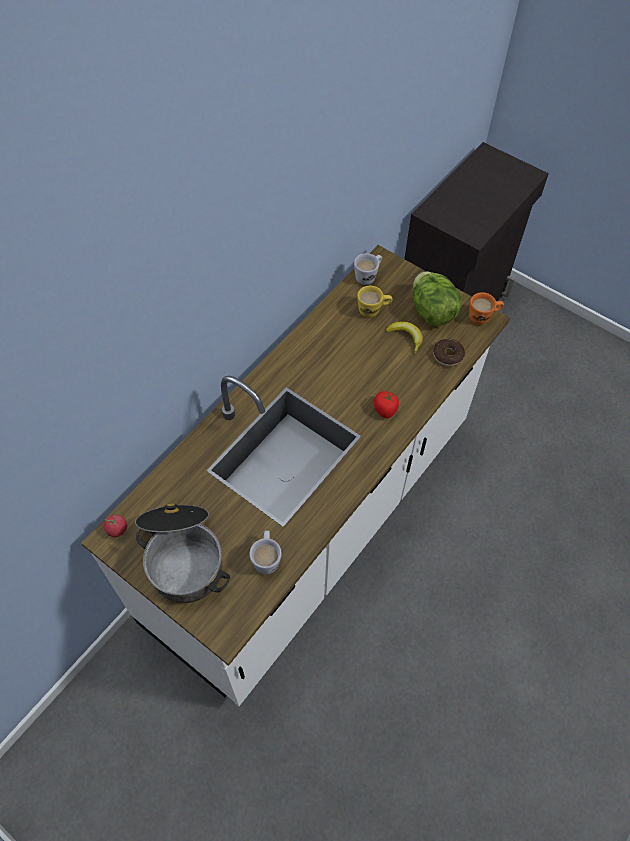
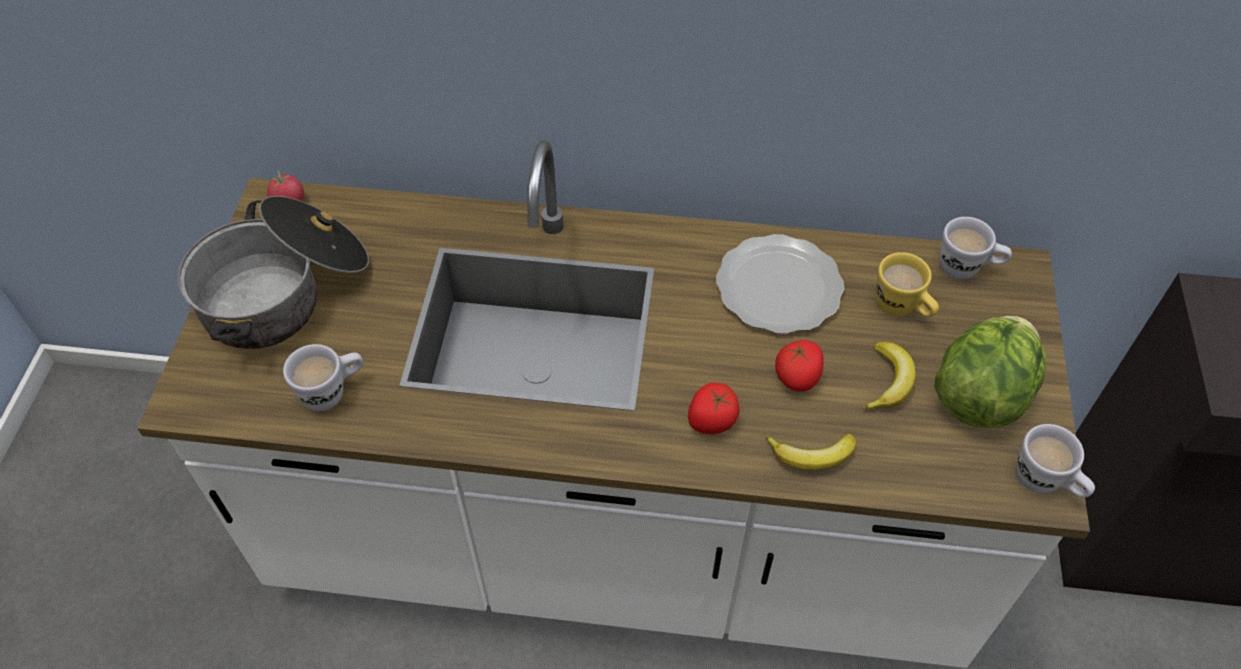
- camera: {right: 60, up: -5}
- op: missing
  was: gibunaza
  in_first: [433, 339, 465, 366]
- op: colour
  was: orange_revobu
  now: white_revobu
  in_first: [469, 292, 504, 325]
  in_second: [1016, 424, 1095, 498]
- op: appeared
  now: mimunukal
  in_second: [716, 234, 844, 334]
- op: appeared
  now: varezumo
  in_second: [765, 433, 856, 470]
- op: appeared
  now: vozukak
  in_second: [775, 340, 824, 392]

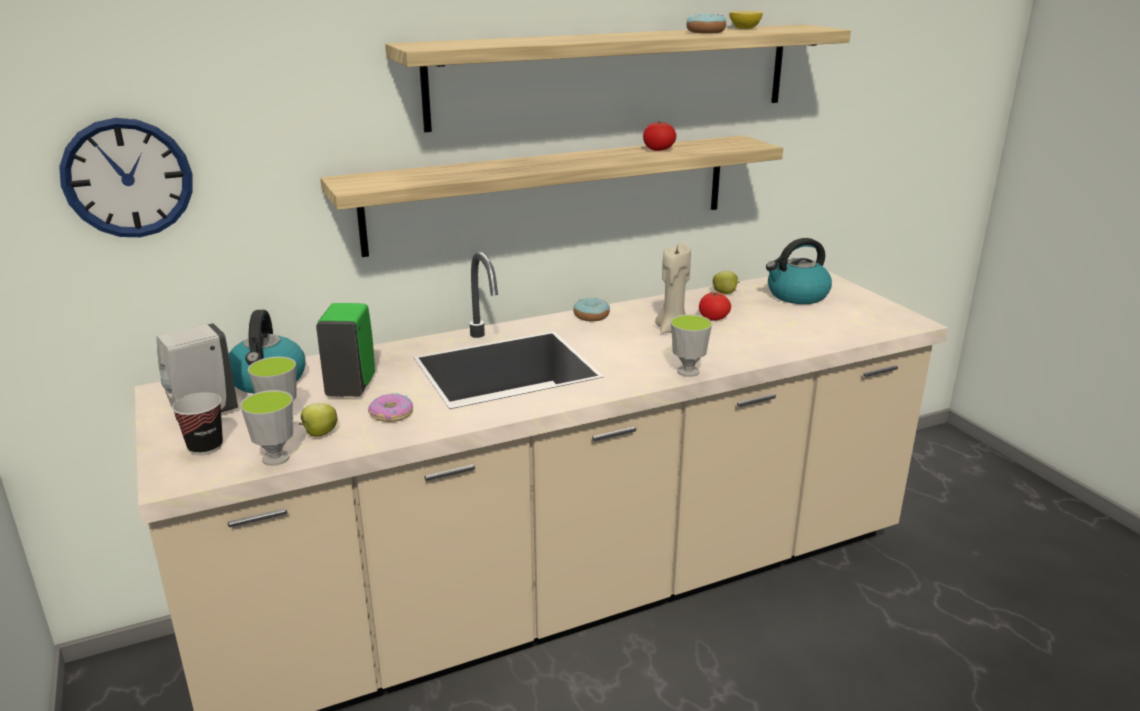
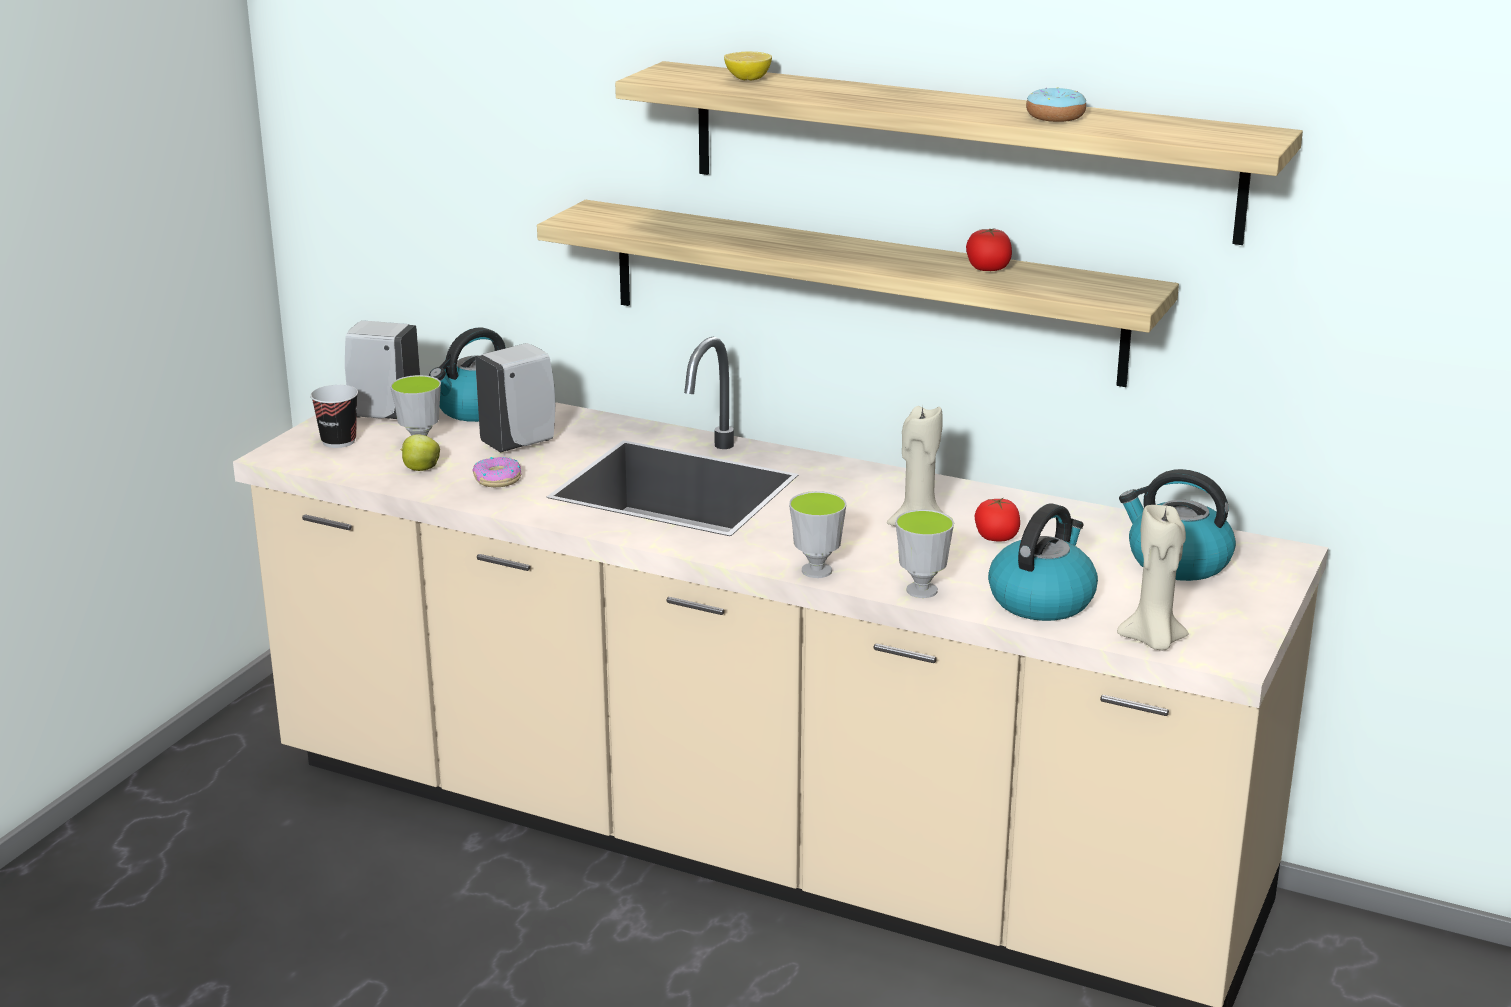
- camera: {right: 50, up: 0}
- op: missing
  was: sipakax
  in_first: [59, 118, 193, 237]
- op: relocated
  was: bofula
  in_first: [240, 390, 293, 466]
  in_second: [895, 510, 954, 598]
- op: colour
  was: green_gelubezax
  now: white_gelubezax
  in_first: [316, 303, 375, 397]
  in_second: [475, 343, 555, 452]
- op: missing
  was: gibunaza
  in_first: [573, 297, 610, 321]
- op: missing
  was: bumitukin
  in_first: [713, 271, 740, 294]
- op: relocated
  was: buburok
  in_first: [729, 11, 763, 29]
  in_second: [724, 51, 772, 80]
- op: appeared
  now: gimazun
  in_second: [988, 503, 1098, 621]
- op: appeared
  now: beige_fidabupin
  in_second: [1117, 505, 1189, 650]

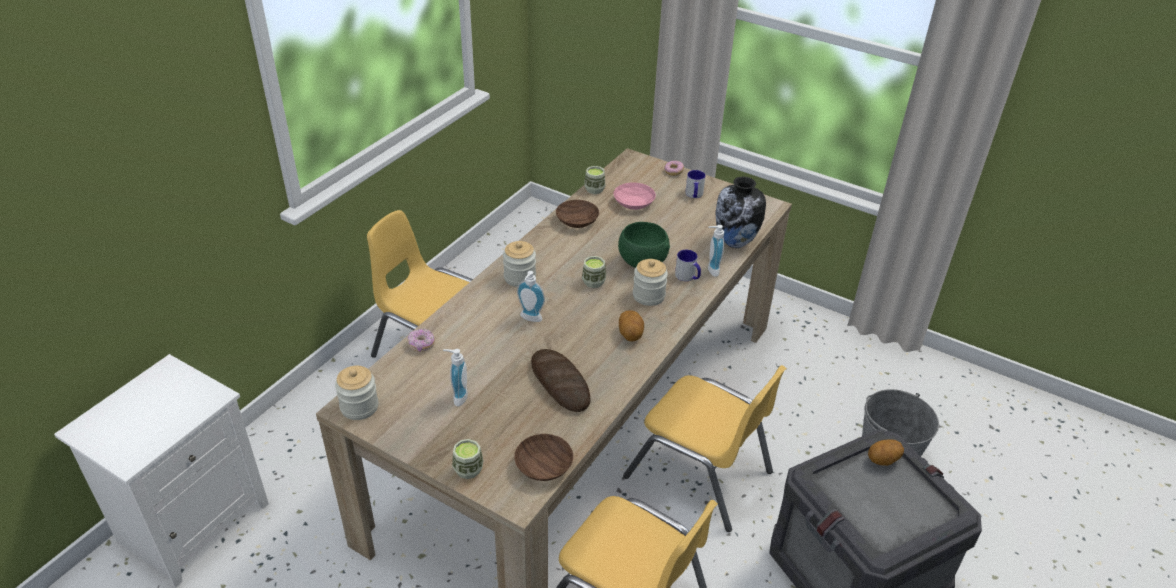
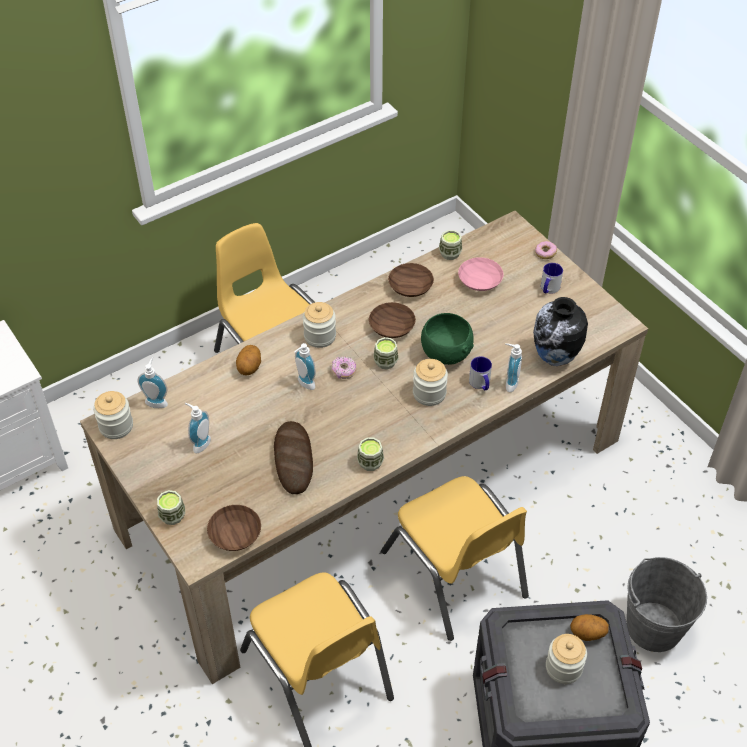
- camera: {right: 25, up: 10}
- op: relocated
  was: gibunaza
  in_first: [408, 329, 435, 352]
  in_second: [332, 356, 356, 379]
- op: relocated
  was: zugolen
  in_first: [619, 311, 644, 342]
  in_second: [236, 345, 261, 376]
- op: appeared
  now: gelubezax
  in_second: [138, 357, 168, 408]
- op: appeared
  now: bofula
  in_second: [357, 437, 384, 471]
- op: appeared
  now: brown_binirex
  in_second: [369, 302, 416, 338]
- op: appeared
  now: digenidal
  in_second: [546, 634, 587, 684]

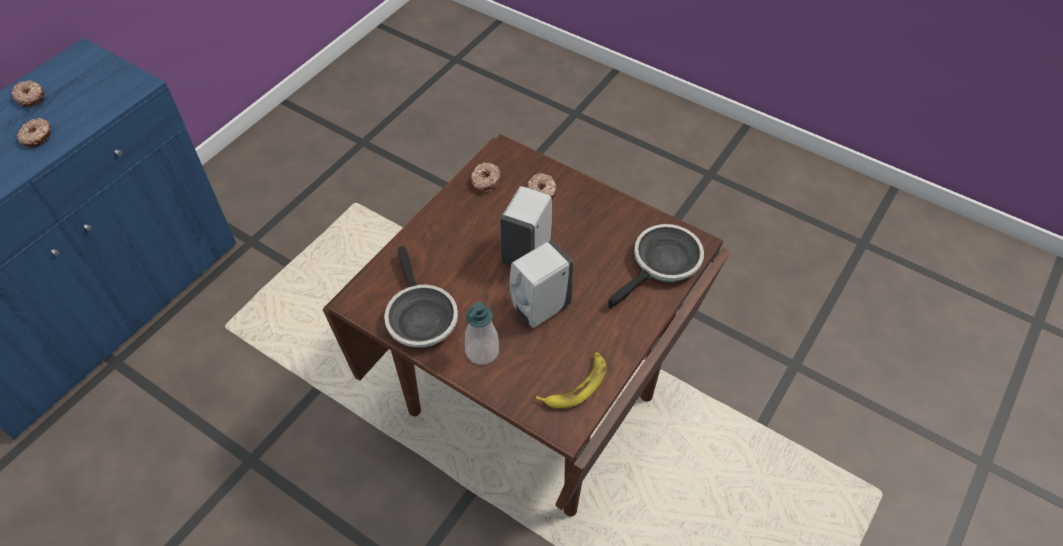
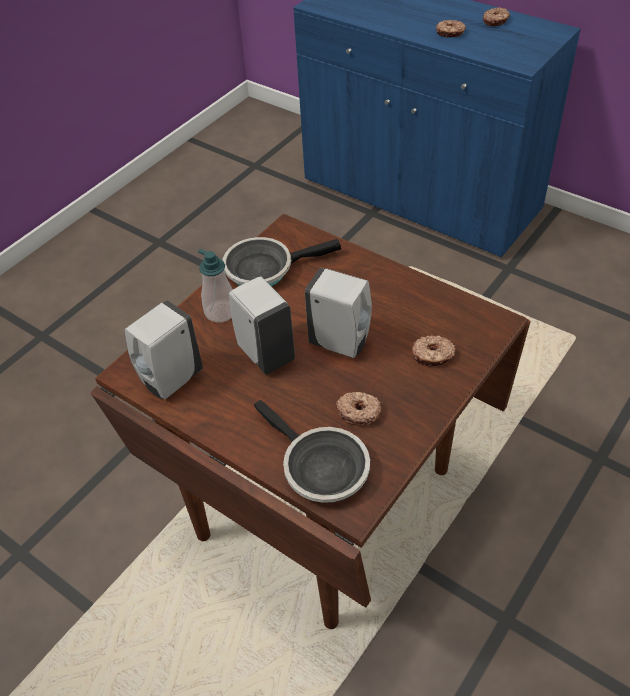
- camera: {right: 95, up: -5}
- op: relocated
  was: gibunaza
  in_first: [471, 162, 501, 193]
  in_second: [336, 392, 381, 426]
- op: exchanged
  was: varezumo
  now: white_gelubezax
  in_first: [536, 352, 606, 408]
  in_second: [124, 300, 203, 399]

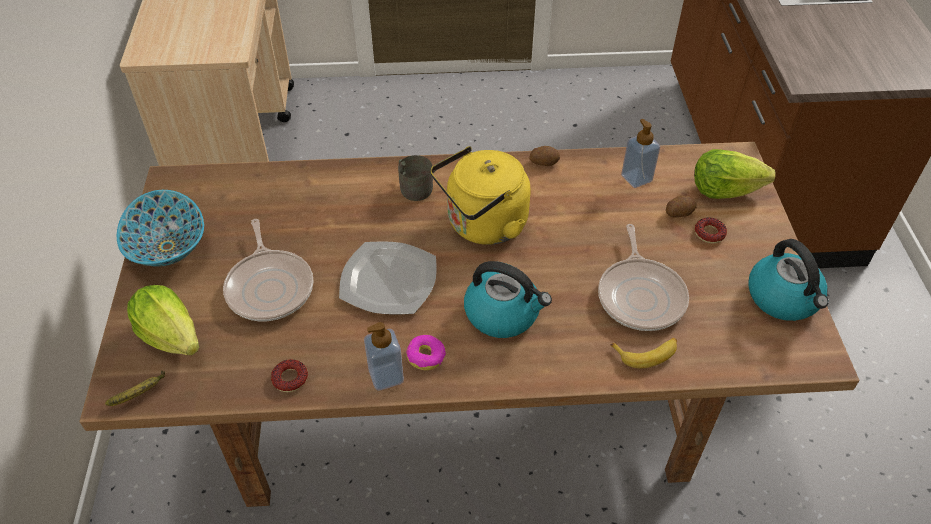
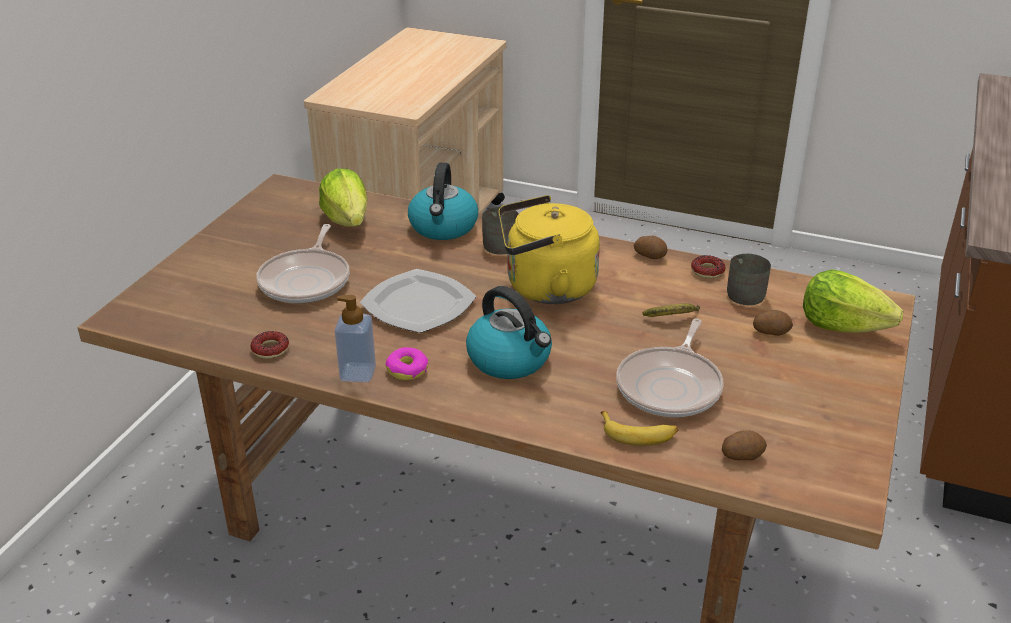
- camera: {right: 25, up: -15}
- op: relocated
  was: varezumo
  in_first: [105, 371, 165, 406]
  in_second: [643, 303, 700, 317]
- op: missing
  was: binirex
  in_first: [117, 190, 204, 267]
- op: relocated
  was: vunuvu
  in_first: [127, 285, 199, 355]
  in_second: [319, 169, 367, 227]
- op: exchanged
  was: gelubezax
  now: grey_revobu
  in_first: [621, 119, 660, 188]
  in_second: [727, 254, 771, 305]
- op: relocated
  was: gibunaza
  in_first: [695, 217, 727, 244]
  in_second: [691, 255, 726, 279]
- op: relocated
  was: gimazun
  in_first: [748, 239, 829, 321]
  in_second: [408, 163, 478, 240]
- op: appeared
  now: zugolen
  in_second: [722, 430, 767, 460]

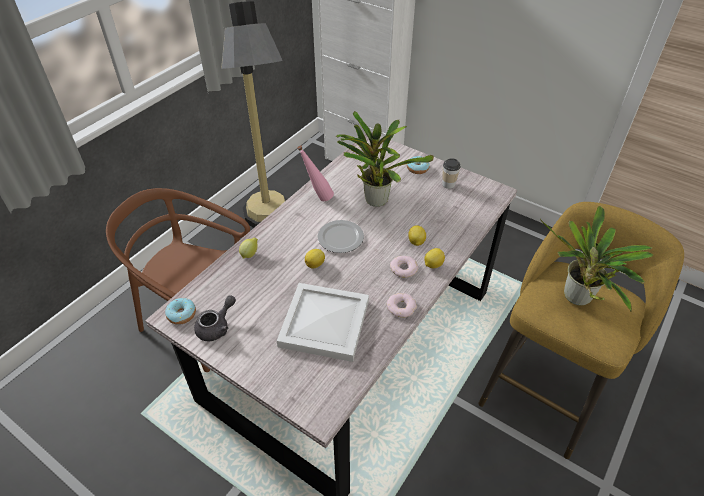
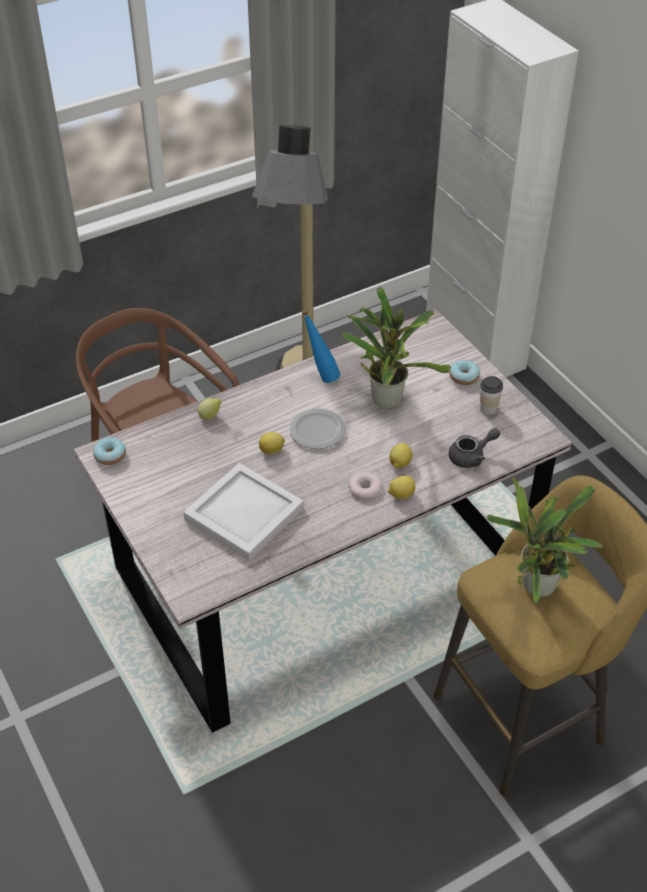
- camera: {right: 25, up: 0}
- op: relocated
  was: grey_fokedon
  in_first: [194, 295, 236, 341]
  in_second: [449, 428, 500, 468]
- op: colour
  was: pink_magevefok
  now: blue_magevefok
  in_first: [297, 145, 334, 201]
  in_second: [302, 309, 340, 383]
- op: missing
  was: gibunaza
  in_first: [387, 293, 417, 318]

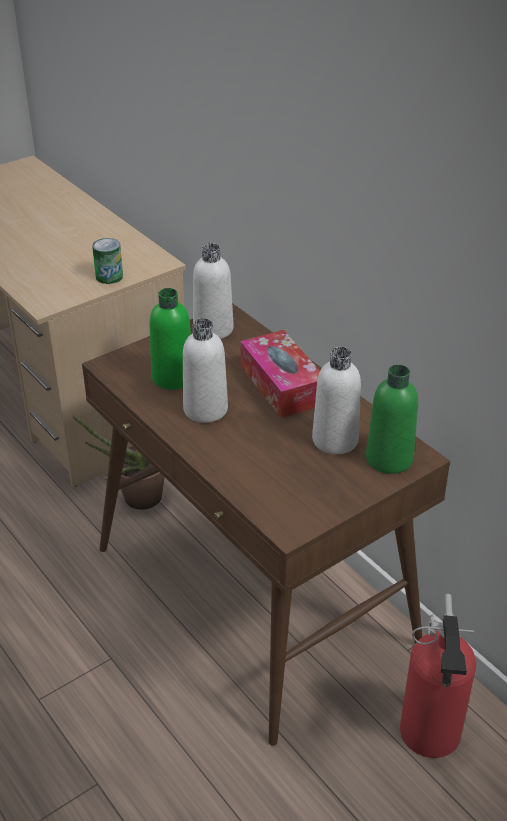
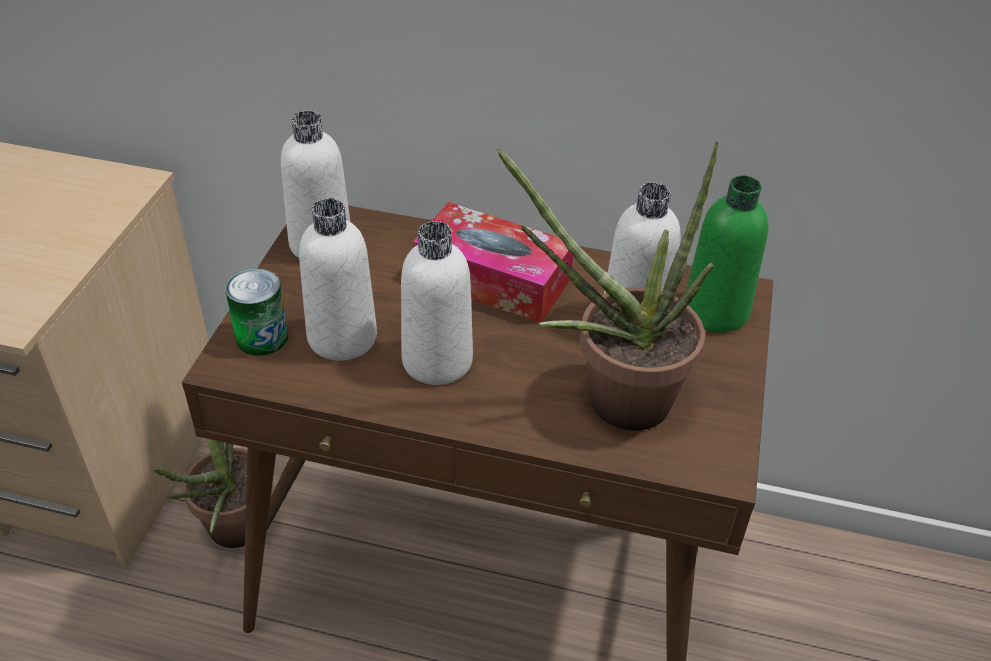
- camera: {right: -40, up: 5}
- op: relocated
  was: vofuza
  in_first: [92, 238, 123, 284]
  in_second: [225, 268, 288, 356]
- op: colour
  was: green_magevefok
  now: white_magevefok
  in_first: [150, 288, 191, 390]
  in_second: [299, 198, 377, 361]
- op: missing
  was: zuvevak
  in_first: [400, 594, 476, 758]
- op: appeared
  now: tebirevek
  in_second: [496, 141, 718, 431]

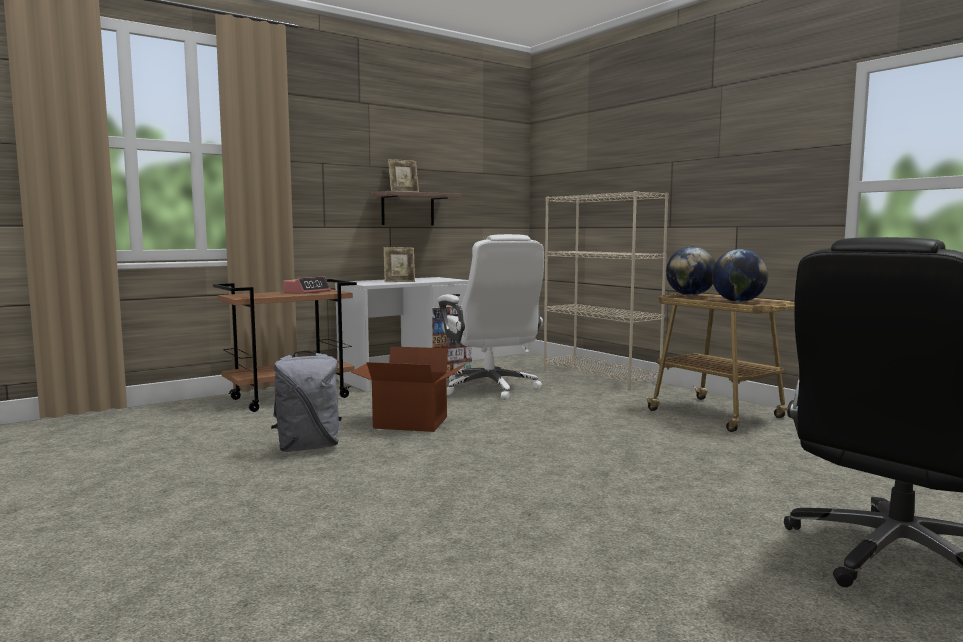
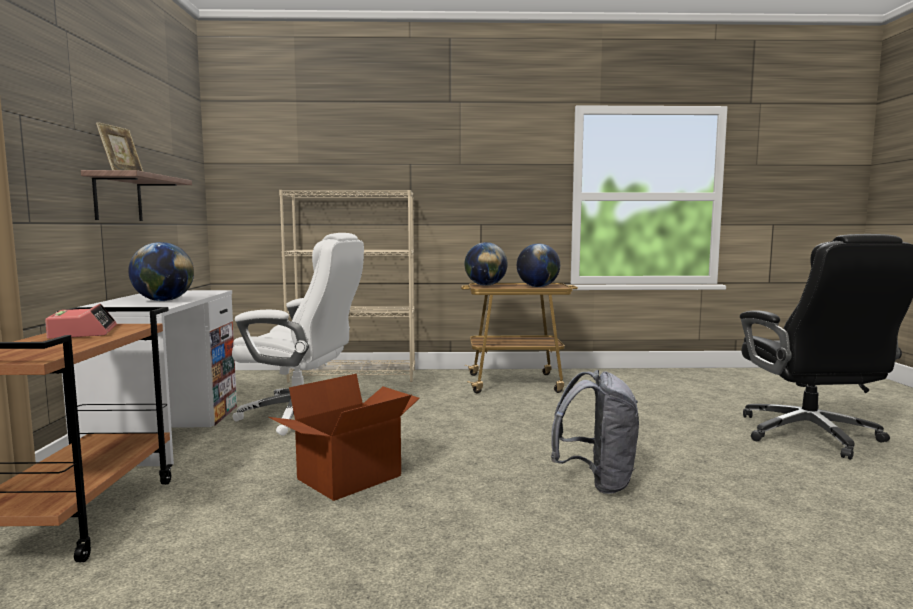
- camera: {right: -55, up: 0}
- op: relocated
  was: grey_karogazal
  in_first: [271, 351, 342, 452]
  in_second: [551, 370, 639, 494]
- op: exchanged
  was: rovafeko
  now: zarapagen
  in_first: [384, 247, 415, 282]
  in_second: [128, 242, 194, 301]

